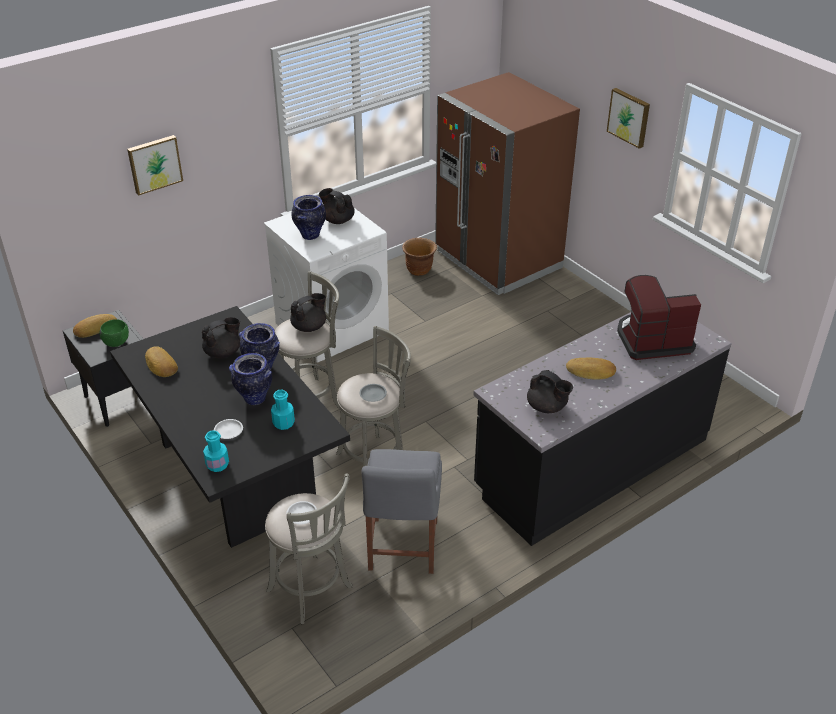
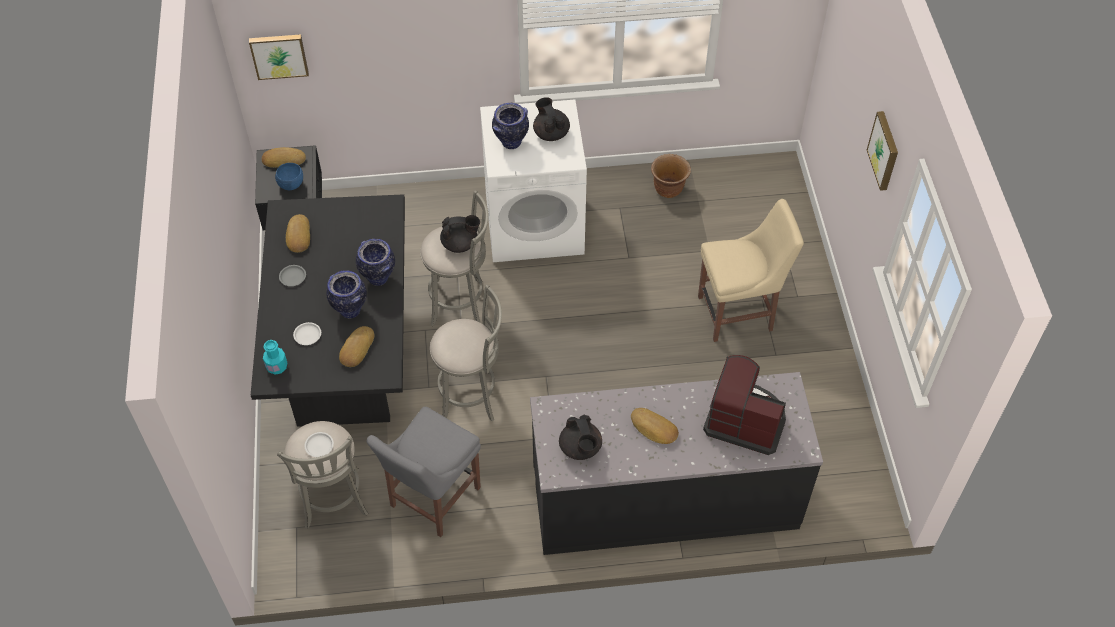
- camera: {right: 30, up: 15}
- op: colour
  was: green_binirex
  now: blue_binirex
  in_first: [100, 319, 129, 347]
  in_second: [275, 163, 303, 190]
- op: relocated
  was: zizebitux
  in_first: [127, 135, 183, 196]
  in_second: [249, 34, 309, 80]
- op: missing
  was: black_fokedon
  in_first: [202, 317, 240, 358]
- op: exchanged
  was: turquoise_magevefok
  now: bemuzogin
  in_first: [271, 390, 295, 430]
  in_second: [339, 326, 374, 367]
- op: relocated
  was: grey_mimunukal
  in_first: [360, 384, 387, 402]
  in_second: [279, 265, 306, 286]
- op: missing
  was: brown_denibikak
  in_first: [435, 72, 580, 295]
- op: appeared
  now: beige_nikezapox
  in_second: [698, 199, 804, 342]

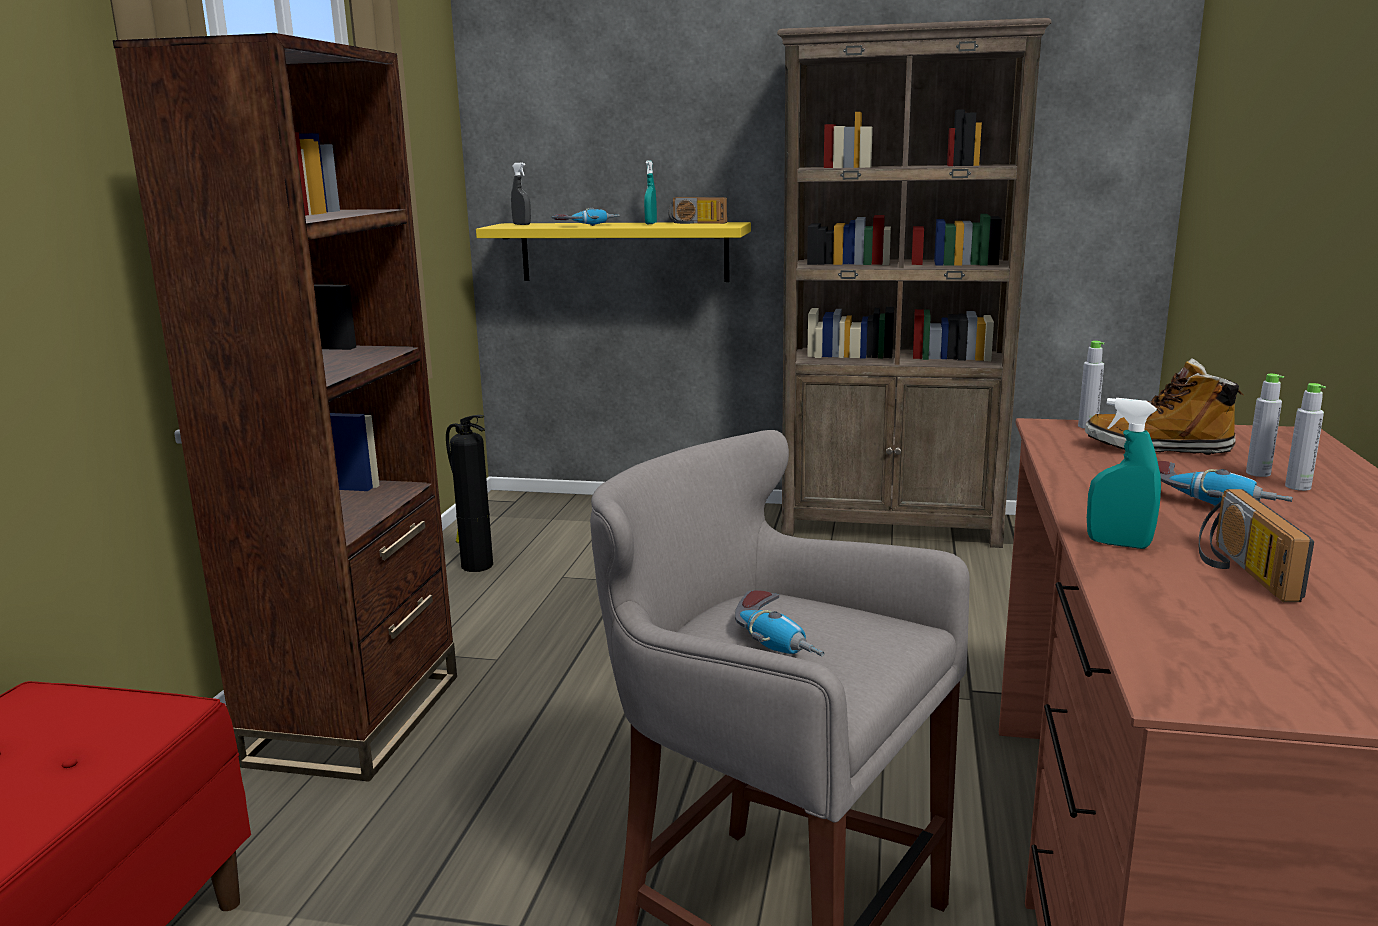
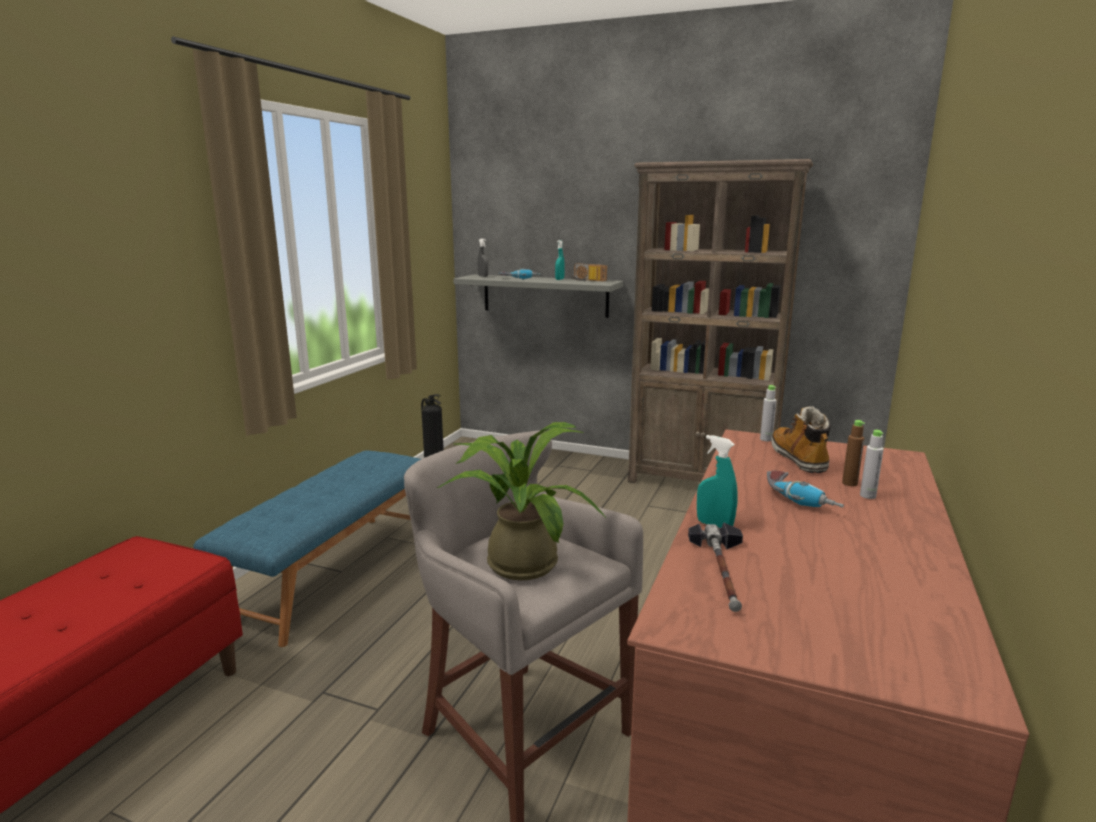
- camera: {right: 10, up: 0}
- op: exchanged
  was: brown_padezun
  now: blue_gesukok
  in_first: [113, 33, 457, 782]
  in_second: [193, 450, 421, 647]
- op: colour
  was: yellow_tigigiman
  now: grey_tigigiman
  in_first: [476, 222, 751, 282]
  in_second: [453, 274, 623, 318]
- op: exchanged
  was: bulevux
  now: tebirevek
  in_first: [735, 590, 825, 656]
  in_second: [437, 422, 607, 580]
- op: spun
  was: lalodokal
  in_first: [1085, 359, 1245, 455]
  in_second: [771, 406, 831, 473]
  clockwise: 60
- op: missing
  was: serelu
  in_first: [1199, 489, 1314, 602]
- op: colour
  was: grey_magevefok
  now: brown_magevefok
  in_first: [1246, 374, 1284, 477]
  in_second: [842, 420, 865, 486]
- op: appeared
  now: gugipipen
  in_second: [688, 522, 743, 612]

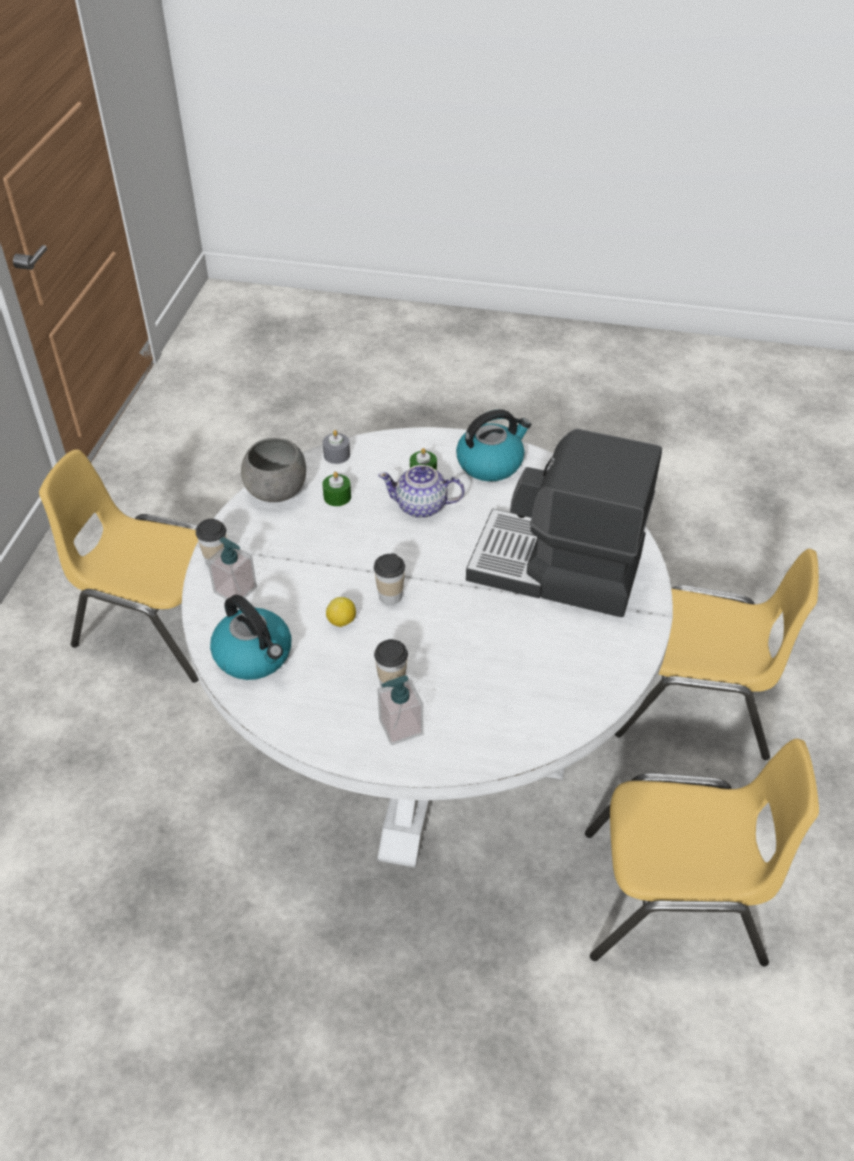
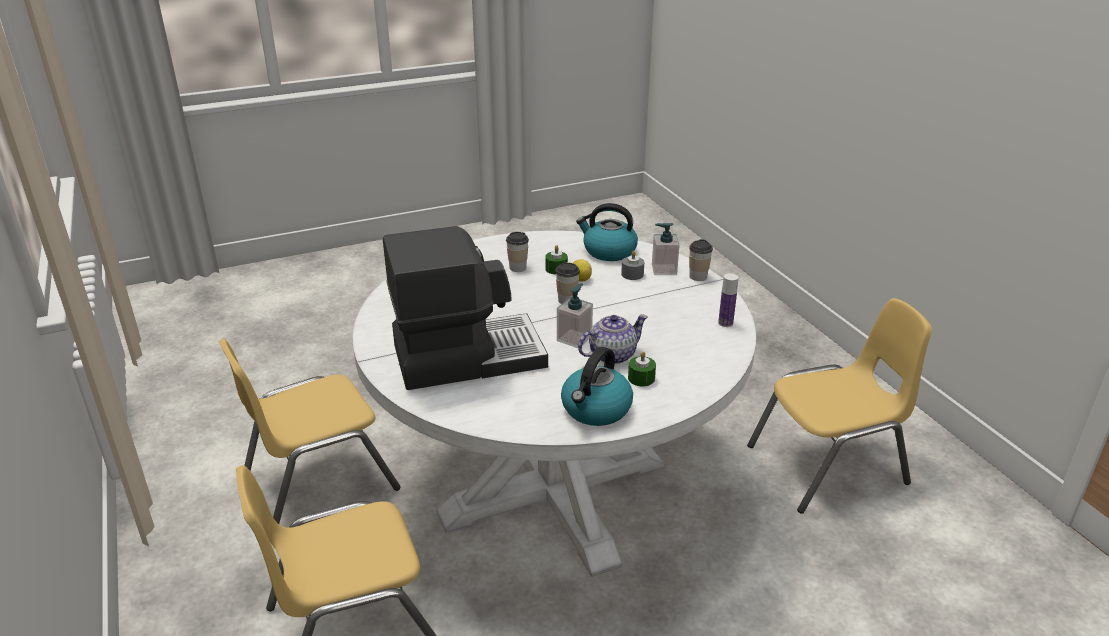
- camera: {right: 145, up: -15}
- op: exchanged
  was: grey_binirex
  now: magevefok
  in_first: [241, 438, 306, 502]
  in_second: [718, 273, 738, 327]
- op: relocated
  was: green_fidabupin
  in_first: [322, 472, 351, 506]
  in_second: [545, 245, 568, 274]
- op: relocated
  was: grey_fidabupin
  in_first: [323, 430, 350, 464]
  in_second: [621, 251, 644, 280]
- op: relocated
  was: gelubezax
  in_first: [378, 675, 423, 745]
  in_second: [557, 283, 593, 348]

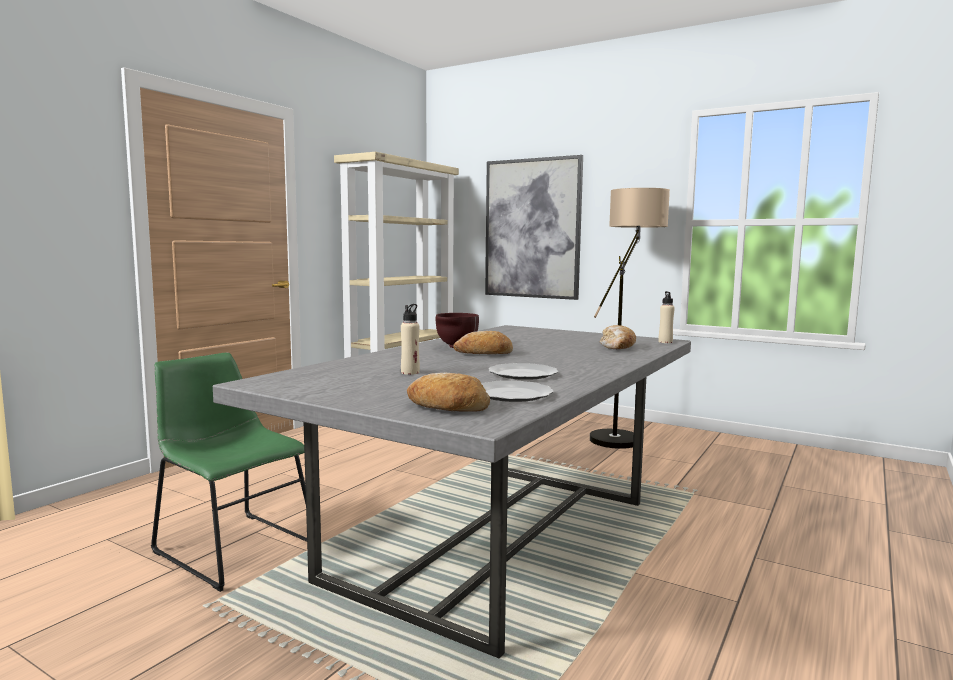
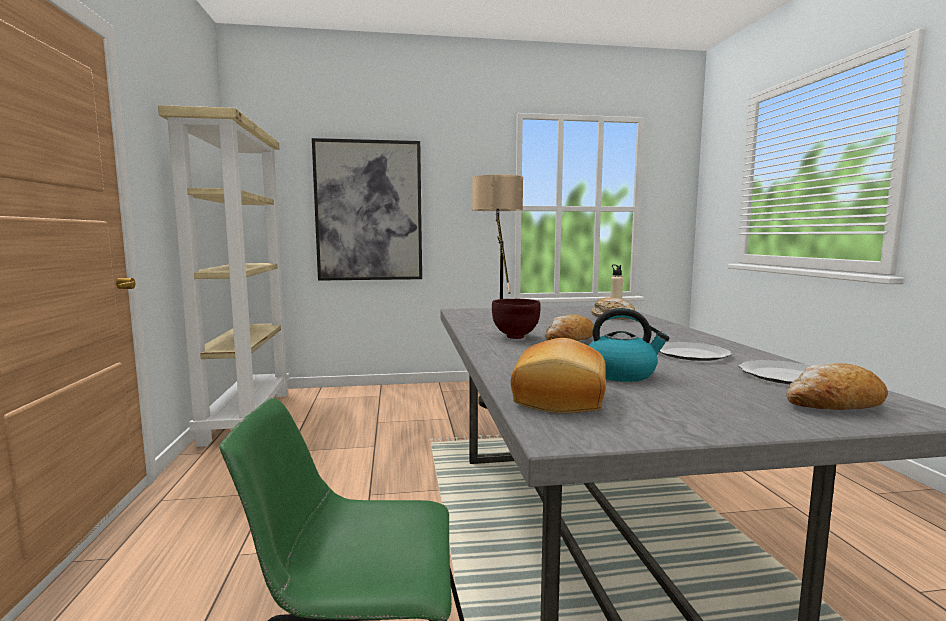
- camera: {right: -40, up: 0}
- op: exchanged
  was: beige_magevefok
  now: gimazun
  in_first: [401, 304, 420, 375]
  in_second: [589, 308, 670, 382]
- op: appeared
  now: bemuzogin
  in_second: [511, 338, 606, 413]

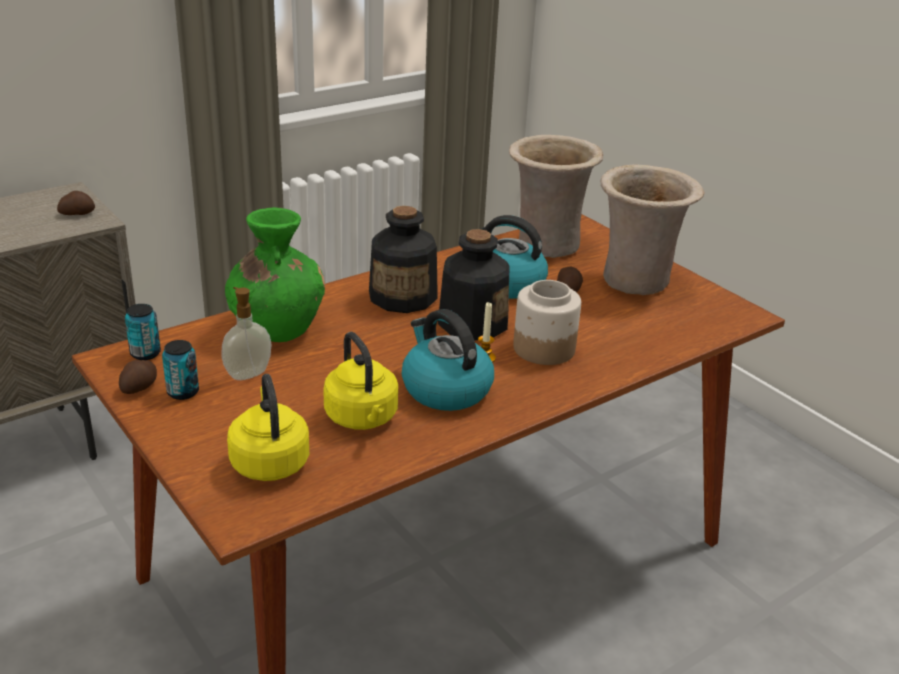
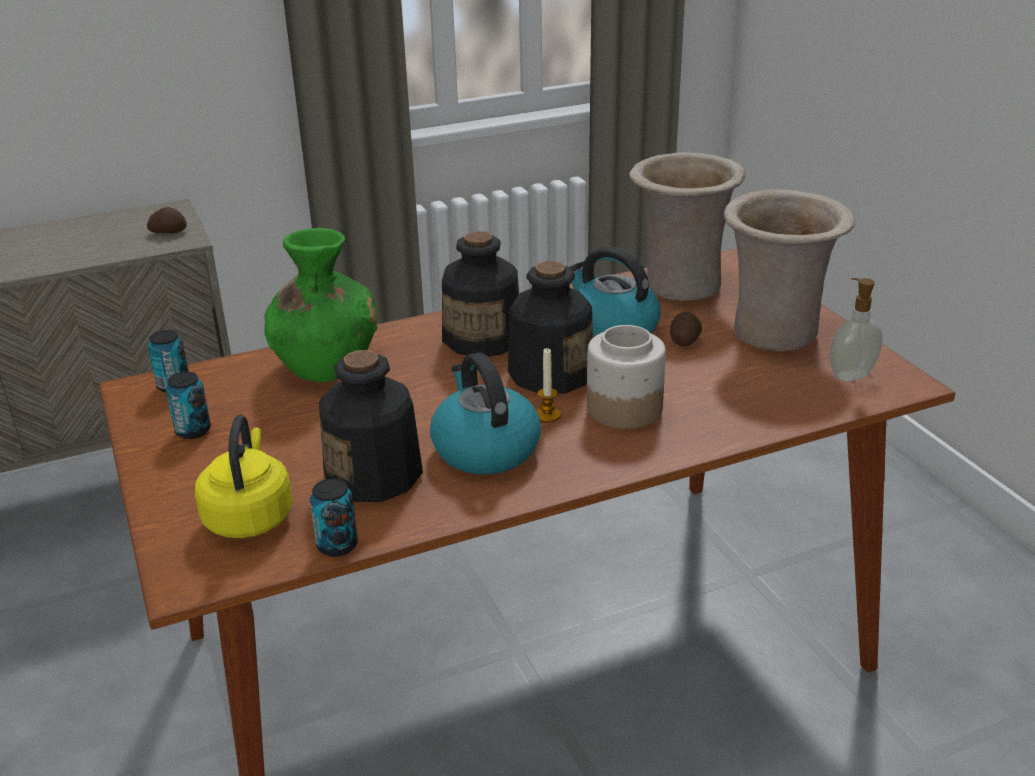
- camera: {right: 15, up: 0}
- op: missing
  was: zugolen
  in_first: [119, 360, 157, 394]
- op: relocated
  was: gelubezax
  in_first: [221, 287, 271, 380]
  in_second: [830, 278, 883, 381]
- op: exchanged
  was: yellow_gimazun
  now: magevefok
  in_first: [323, 332, 398, 430]
  in_second: [319, 350, 423, 502]
- op: appeared
  now: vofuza
  in_second: [310, 479, 358, 557]

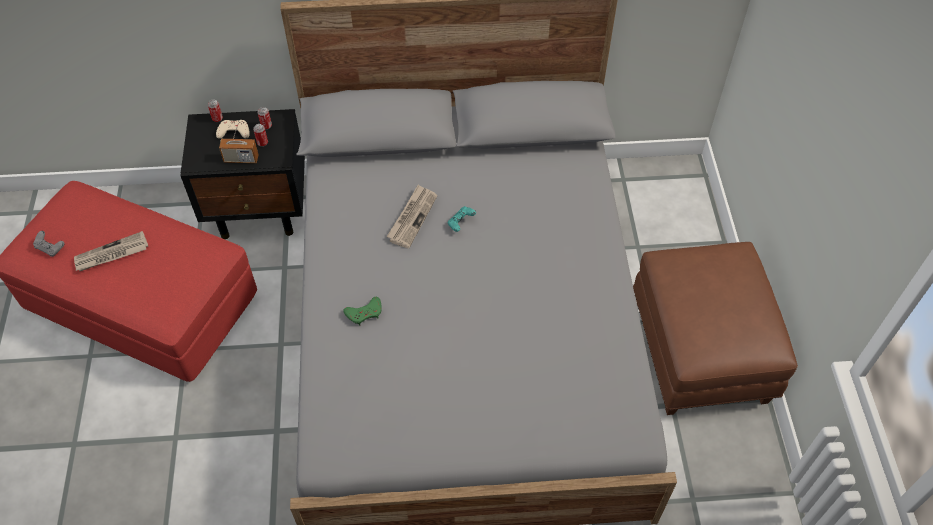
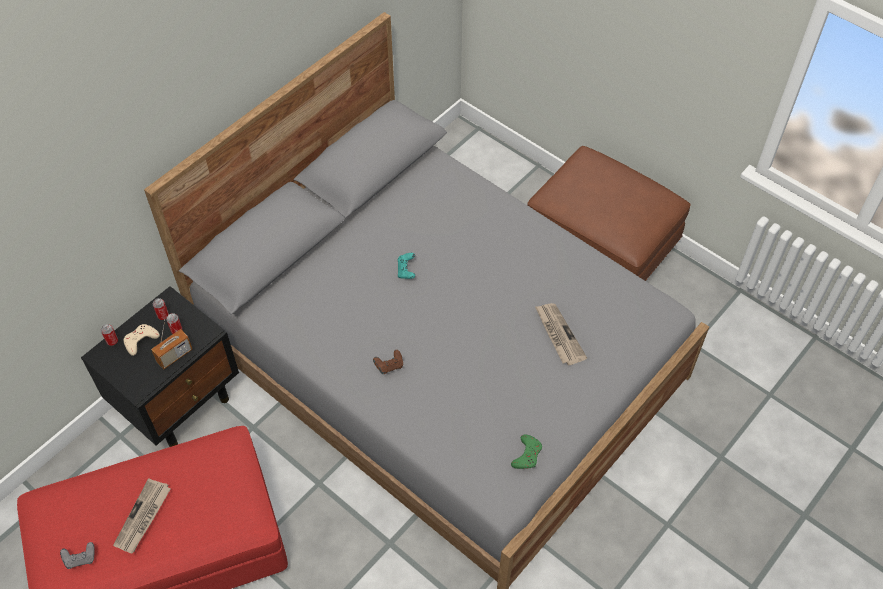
- camera: {right: -45, up: 0}
- op: relocated
  was: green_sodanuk
  in_first: [343, 297, 382, 325]
  in_second: [511, 434, 542, 469]
- op: relocated
  was: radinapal
  in_first: [387, 185, 437, 248]
  in_second: [535, 303, 587, 365]
- op: appeared
  now: brown_sodanuk
  in_second: [373, 350, 403, 374]

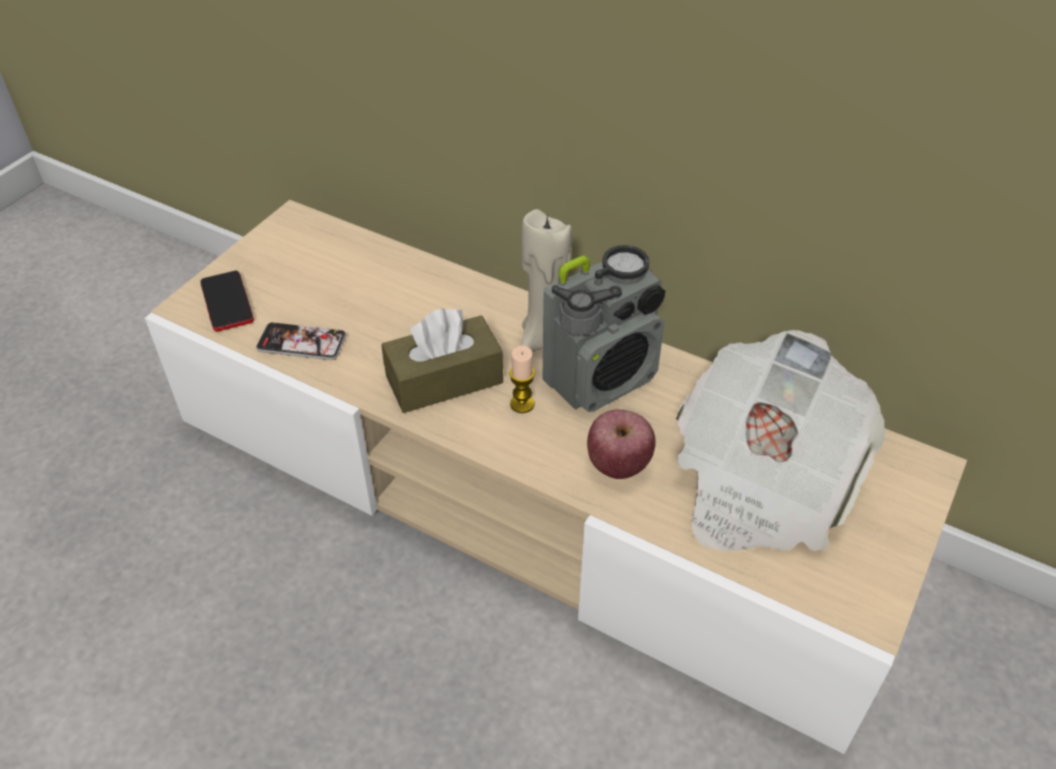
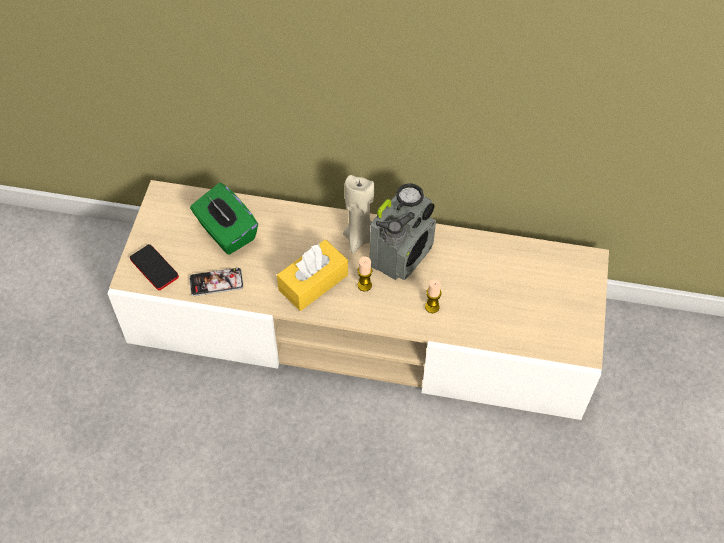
- camera: {right: -20, up: 10}
- op: colour
  was: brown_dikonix
  now: yellow_dikonix
  in_first: [381, 308, 503, 413]
  in_second: [277, 240, 348, 311]
- op: exchanged
  was: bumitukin
  now: fidabupin
  in_first: [587, 409, 656, 479]
  in_second: [425, 279, 442, 313]
- op: missing
  was: radinapal
  in_first: [676, 330, 886, 551]
- op: appeared
  now: green_dikonix
  in_second: [190, 183, 258, 255]

